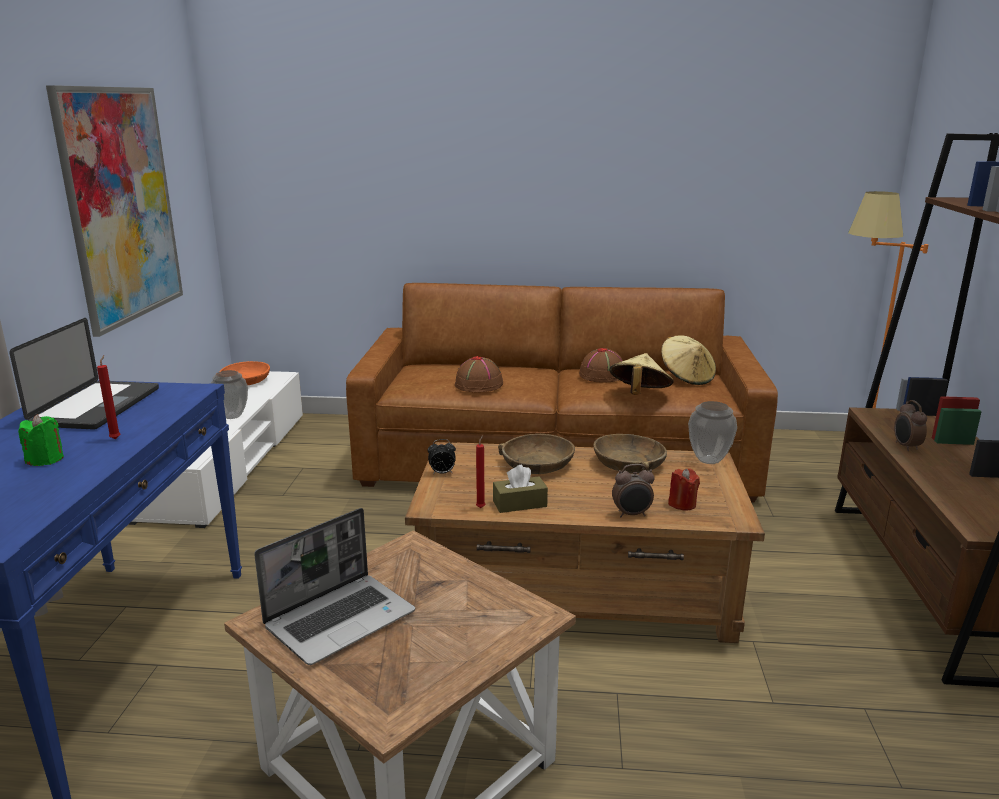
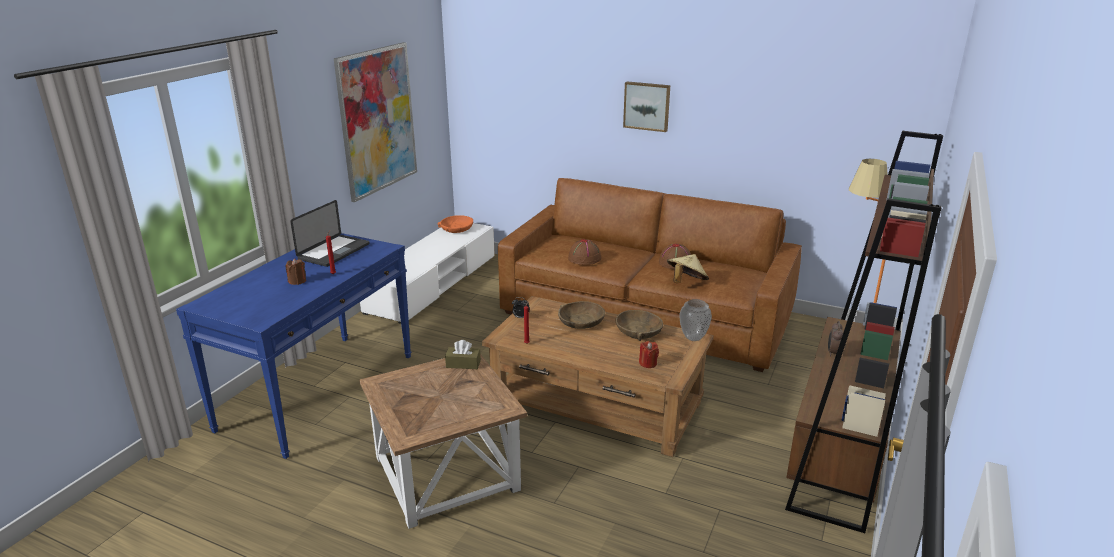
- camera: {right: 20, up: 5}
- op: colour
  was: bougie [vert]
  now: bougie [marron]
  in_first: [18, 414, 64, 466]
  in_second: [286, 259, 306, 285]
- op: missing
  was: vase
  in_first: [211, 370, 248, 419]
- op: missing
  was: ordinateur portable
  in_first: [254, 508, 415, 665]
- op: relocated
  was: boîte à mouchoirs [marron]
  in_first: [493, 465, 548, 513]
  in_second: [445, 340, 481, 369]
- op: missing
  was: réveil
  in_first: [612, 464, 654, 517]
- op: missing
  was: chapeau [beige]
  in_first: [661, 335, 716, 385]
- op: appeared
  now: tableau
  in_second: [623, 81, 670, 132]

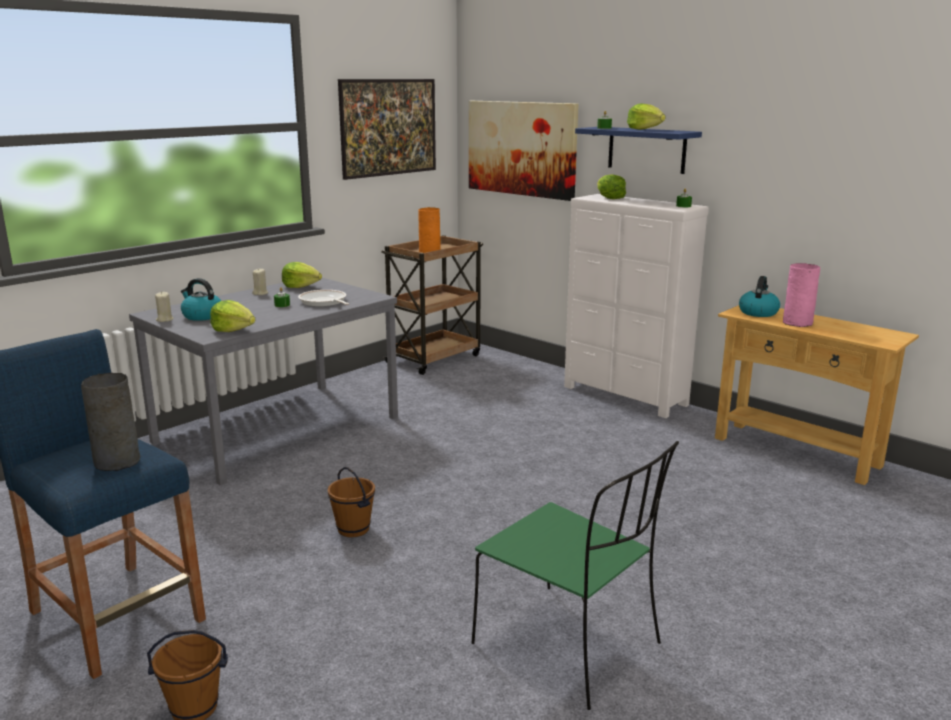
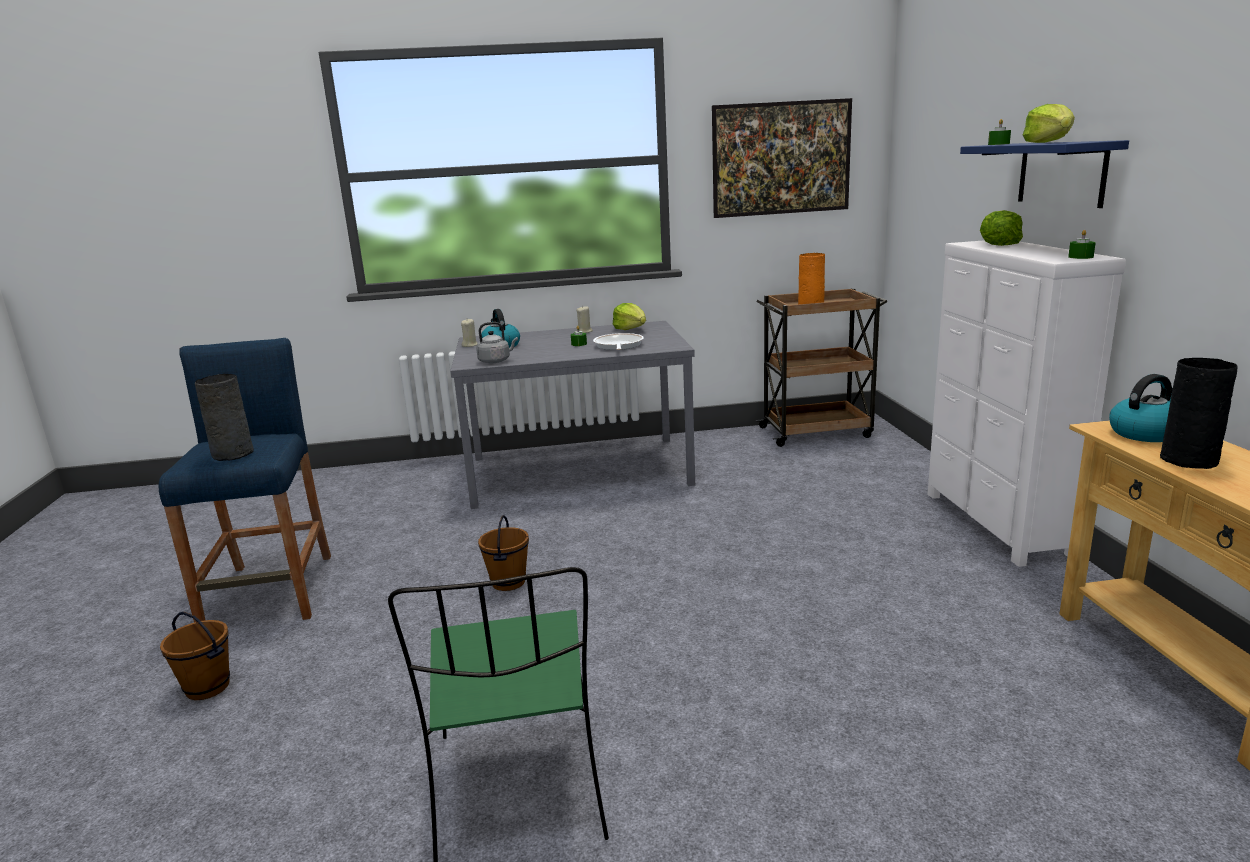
- camera: {right: 40, up: 0}
- op: exchanged
  was: laitue
  now: bouilloire [gris]
  in_first: [210, 300, 255, 332]
  in_second: [476, 322, 518, 363]
- op: missing
  was: tableau
  in_first: [469, 101, 579, 201]
- op: colour
  was: vase [rose]
  now: vase [noir]
  in_first: [783, 263, 820, 327]
  in_second: [1160, 358, 1237, 469]

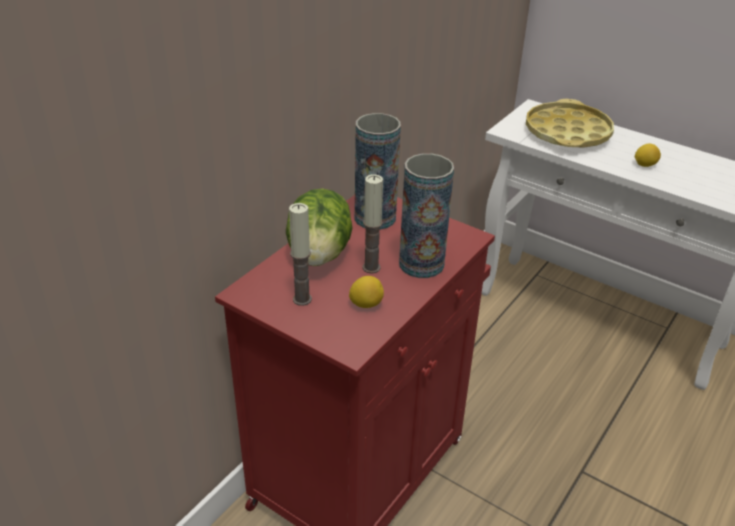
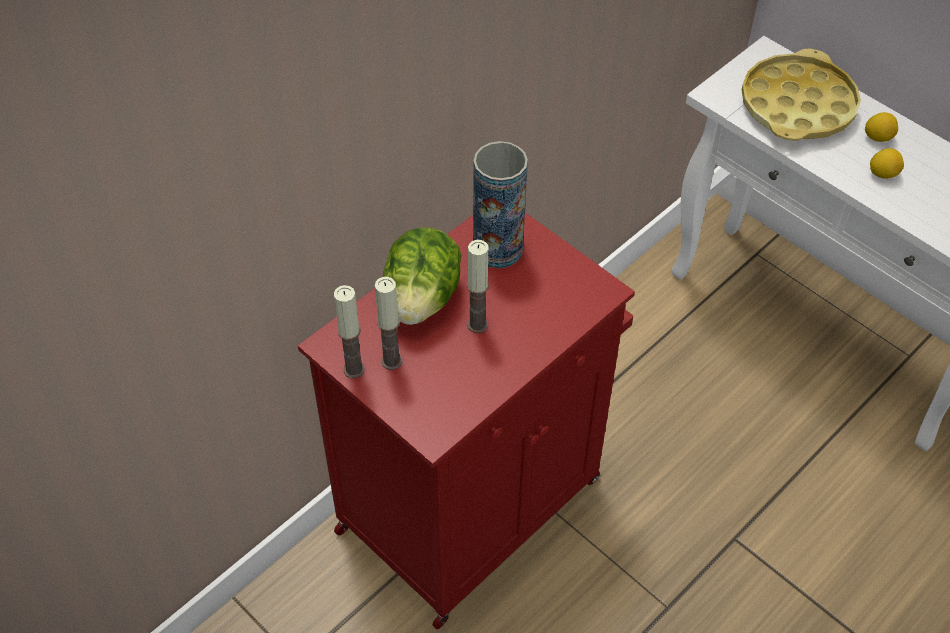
- camera: {right: 10, up: 15}
- op: relocated
  was: citron
  in_first: [349, 276, 384, 308]
  in_second: [865, 112, 898, 142]
- op: missing
  was: vase
  in_first: [399, 153, 454, 278]
- op: appeared
  now: bougie
  in_second: [334, 285, 365, 378]

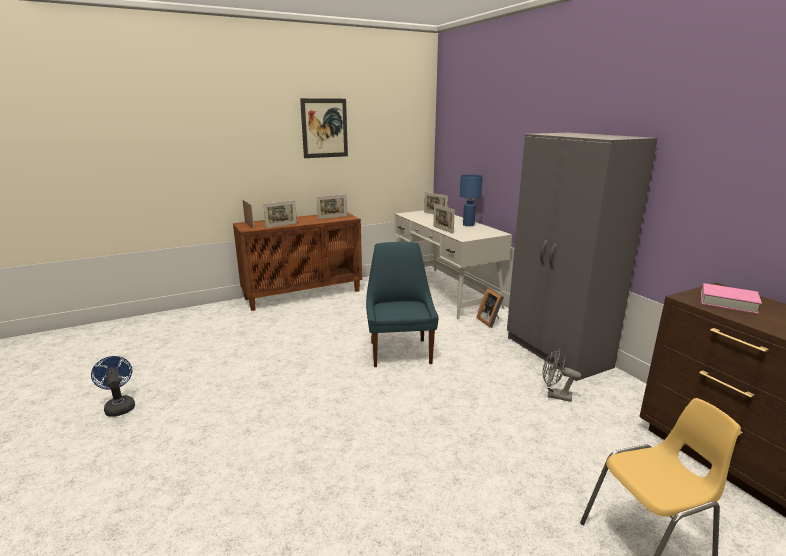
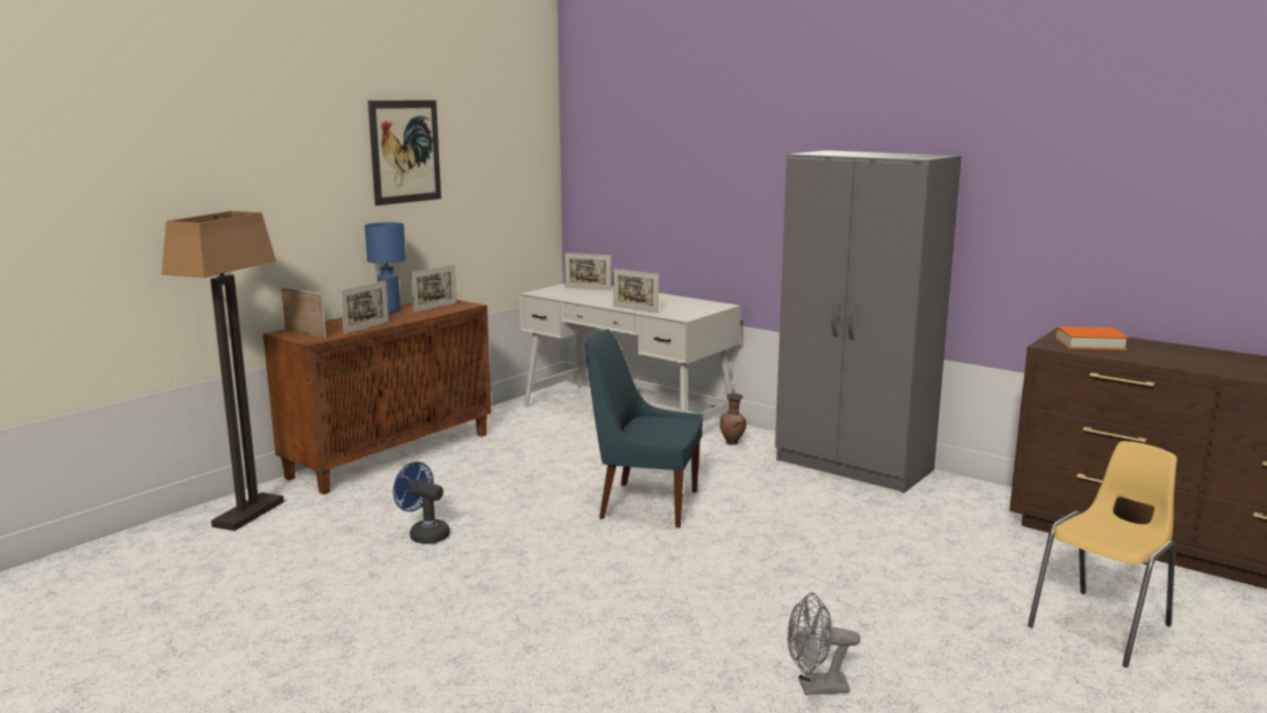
- camera: {right: -25, up: -5}
- op: relocated
  was: ventilateur [bleu]
  in_first: [91, 356, 135, 417]
  in_second: [393, 462, 450, 544]
- op: spun
  was: chaise [bleu]
  in_first: [366, 242, 439, 367]
  in_second: [585, 329, 703, 528]
  clockwise: -45
- op: relocated
  was: lampe de table [bleu]
  in_first: [460, 174, 483, 226]
  in_second: [365, 222, 406, 313]
- op: exchanged
  was: cadre photo
  now: vase [marron]
  in_first: [477, 288, 504, 328]
  in_second: [720, 393, 746, 445]
- op: relocated
  was: ventilateur [gris]
  in_first: [543, 349, 581, 402]
  in_second: [787, 593, 860, 695]
- op: colour
  was: livre [rose]
  now: livre [orange]
  in_first: [701, 283, 762, 314]
  in_second: [1056, 326, 1129, 350]
- op: appeared
  now: lampadaire
  in_second: [162, 211, 284, 531]

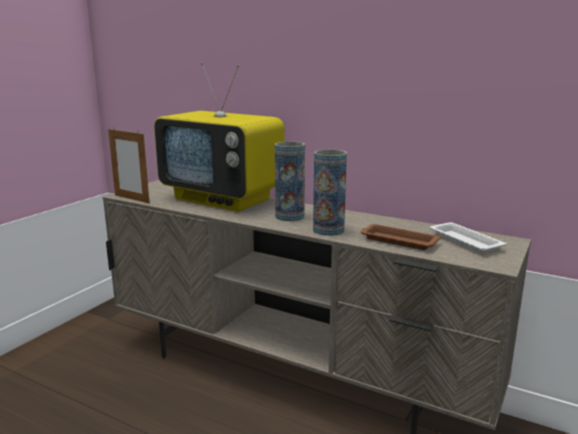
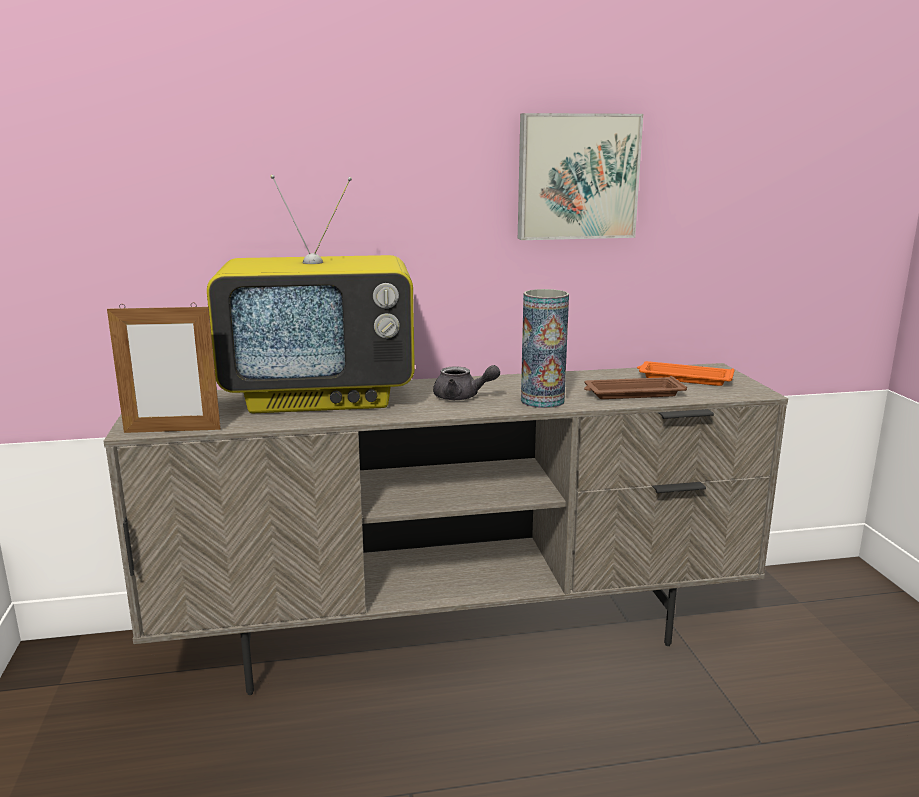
- camera: {right: -40, up: 0}
- op: exchanged
  was: vase
  now: théière [gris]
  in_first: [275, 142, 305, 221]
  in_second: [433, 365, 500, 400]
- op: colour
  was: plateau [blanc]
  now: plateau [orange]
  in_first: [430, 222, 507, 253]
  in_second: [637, 361, 734, 386]
- op: appeared
  now: tableau
  in_second: [518, 113, 643, 240]

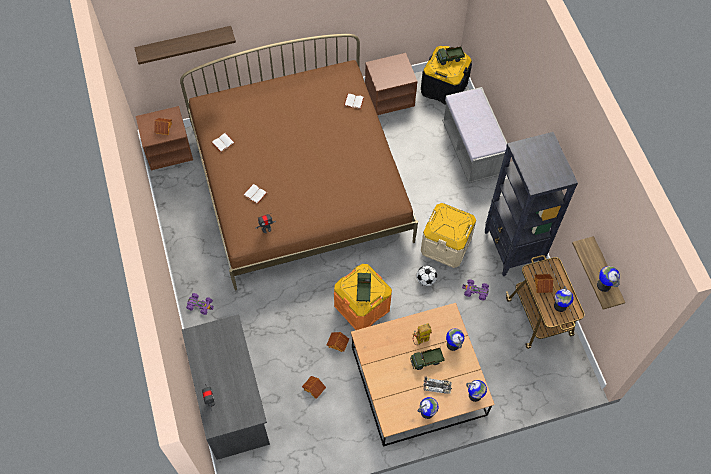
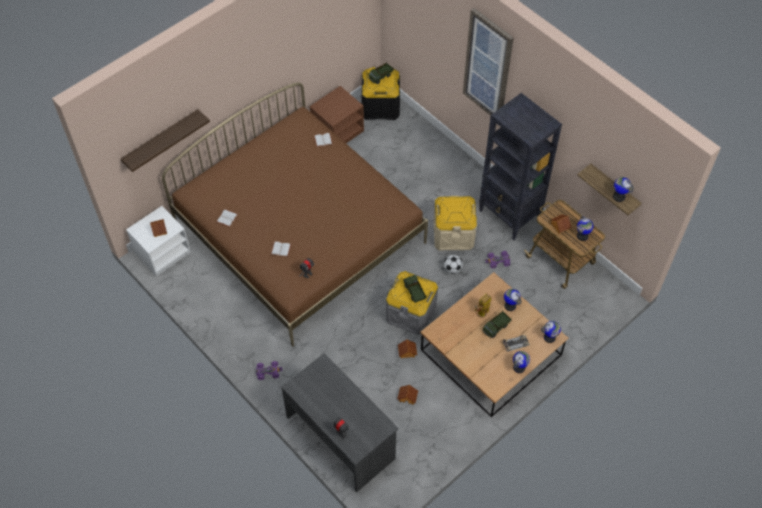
- camera: {right: -25, up: -5}
- op: colour
  was: table de chevet [marron]
  now: table de chevet [blanc]
  in_first: [136, 106, 193, 171]
  in_second: [126, 206, 191, 276]
- op: colour
  was: boîte de rangement [orange]
  now: boîte de rangement [gris]
  in_first: [334, 264, 392, 330]
  in_second: [386, 271, 438, 335]
- op: missing
  was: banc [gris]
  in_first: [442, 87, 507, 183]
- op: appeared
  now: tableau
  in_second: [463, 8, 514, 115]

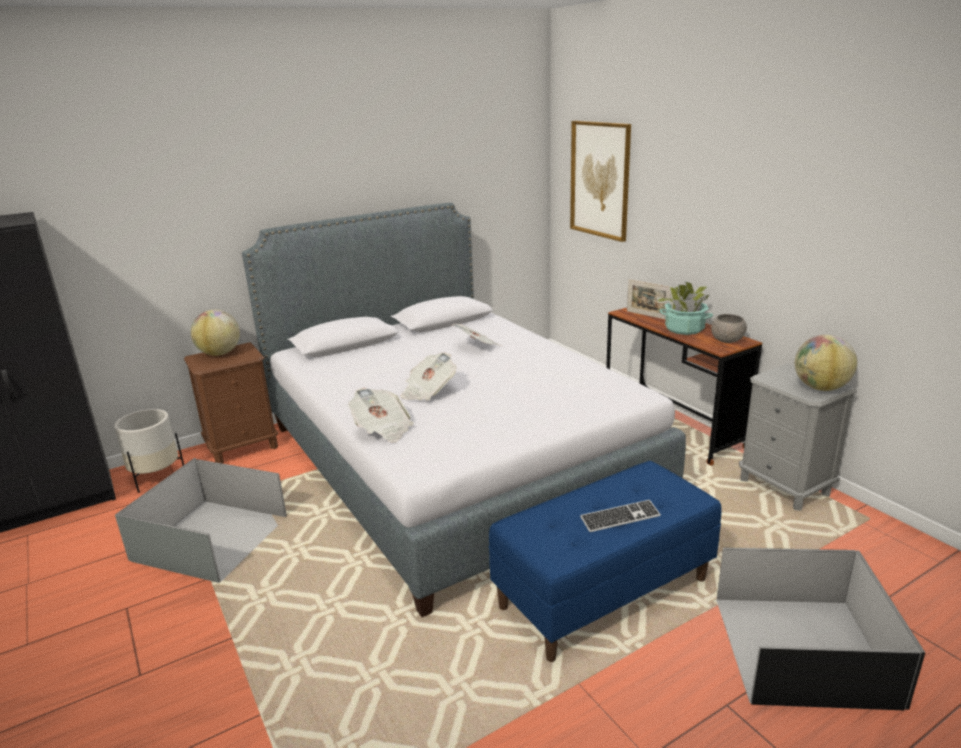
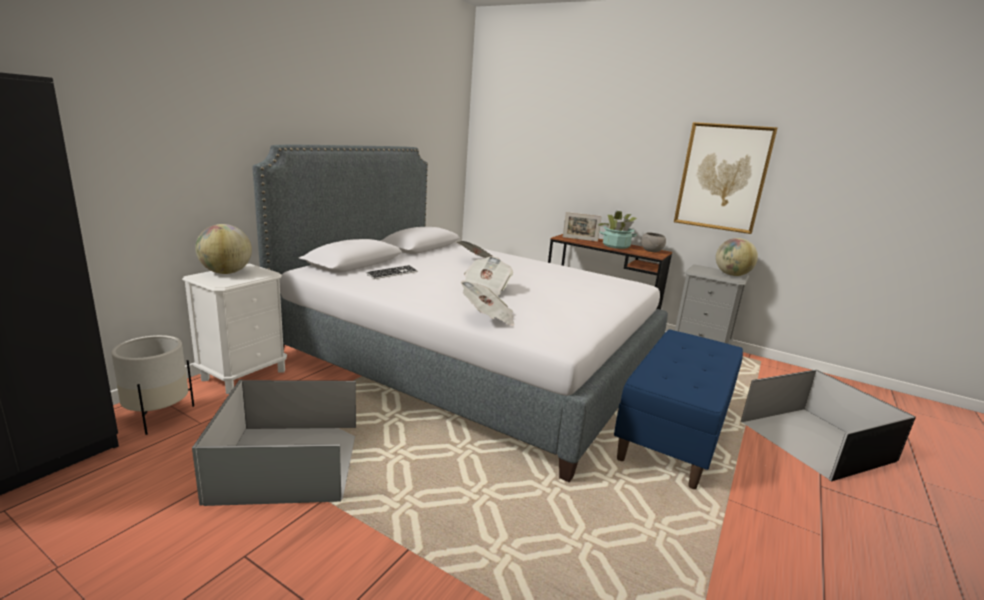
- camera: {right: -30, up: -5}
- op: colour
  was: table de chevet [marron]
  now: table de chevet [blanc]
  in_first: [184, 342, 278, 464]
  in_second: [182, 264, 287, 394]
- op: relocated
  was: tableau
  in_first: [570, 121, 631, 242]
  in_second: [674, 122, 778, 234]
- op: relocated
  was: clavier
  in_first: [580, 500, 661, 532]
  in_second: [366, 265, 418, 279]

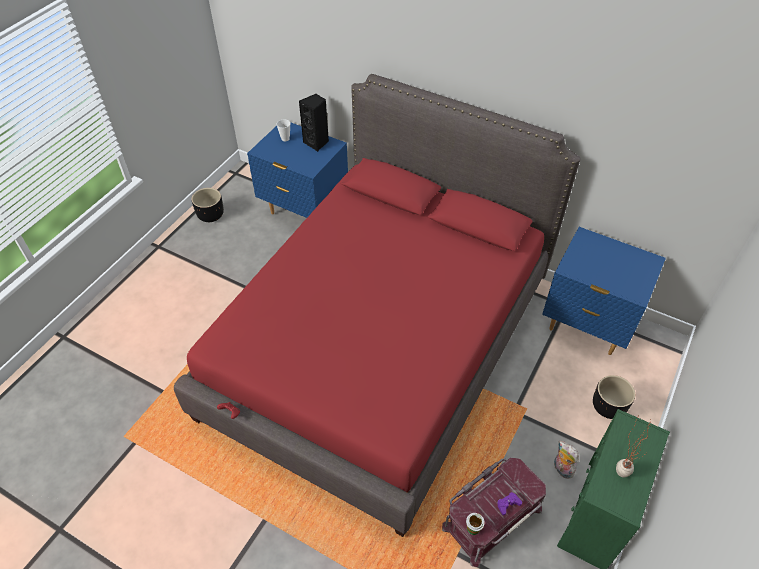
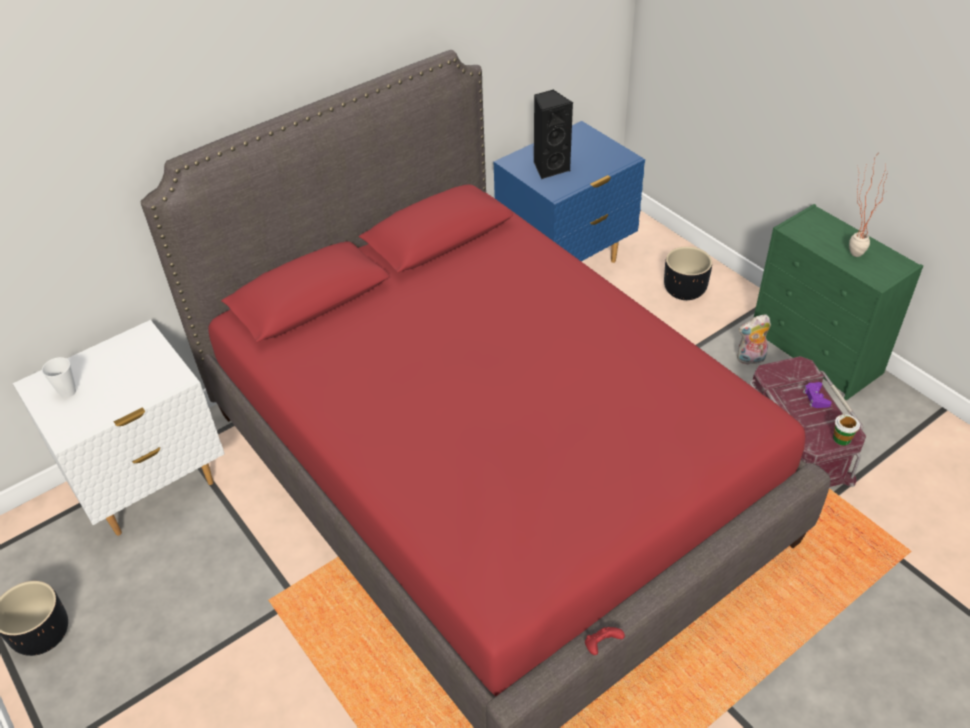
- camera: {right: -65, up: -5}
- op: colour
  was: table de chevet [bleu]
  now: table de chevet [blanc]
  in_first: [247, 122, 348, 218]
  in_second: [13, 320, 225, 536]
- op: relocated
  was: enceinte [noir]
  in_first: [299, 94, 329, 151]
  in_second: [534, 90, 573, 179]

